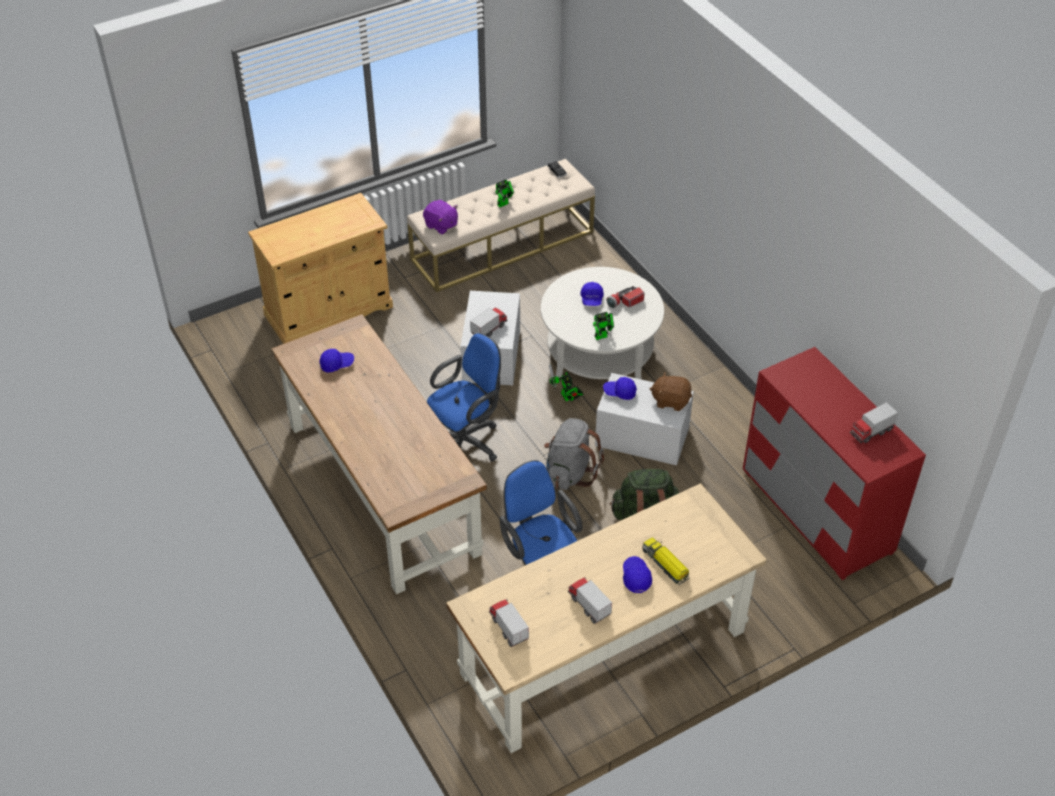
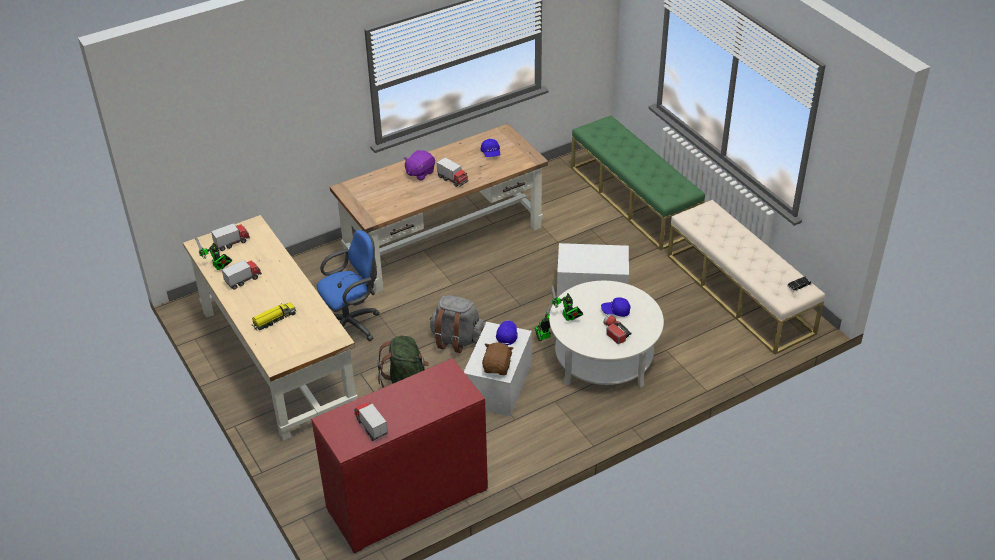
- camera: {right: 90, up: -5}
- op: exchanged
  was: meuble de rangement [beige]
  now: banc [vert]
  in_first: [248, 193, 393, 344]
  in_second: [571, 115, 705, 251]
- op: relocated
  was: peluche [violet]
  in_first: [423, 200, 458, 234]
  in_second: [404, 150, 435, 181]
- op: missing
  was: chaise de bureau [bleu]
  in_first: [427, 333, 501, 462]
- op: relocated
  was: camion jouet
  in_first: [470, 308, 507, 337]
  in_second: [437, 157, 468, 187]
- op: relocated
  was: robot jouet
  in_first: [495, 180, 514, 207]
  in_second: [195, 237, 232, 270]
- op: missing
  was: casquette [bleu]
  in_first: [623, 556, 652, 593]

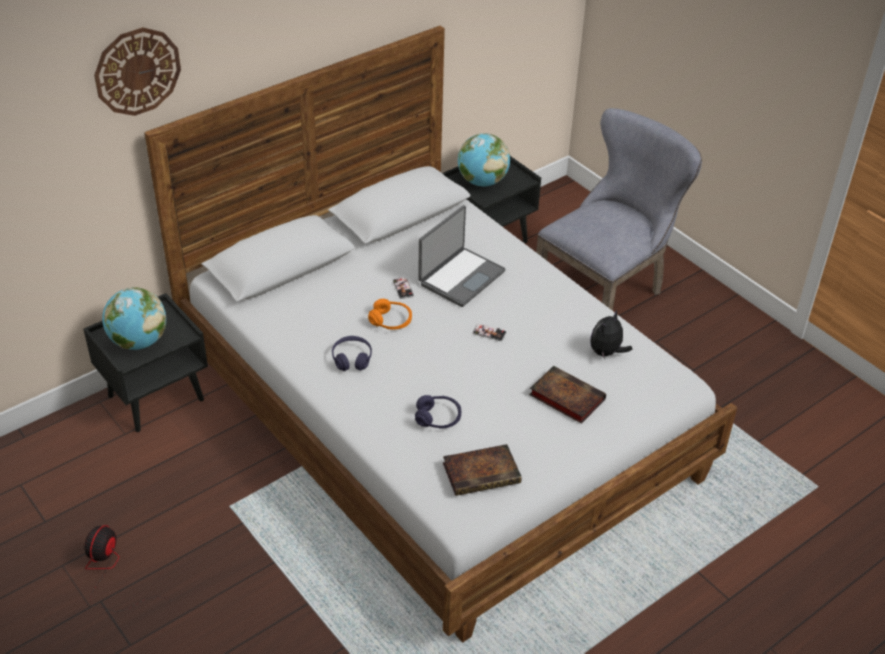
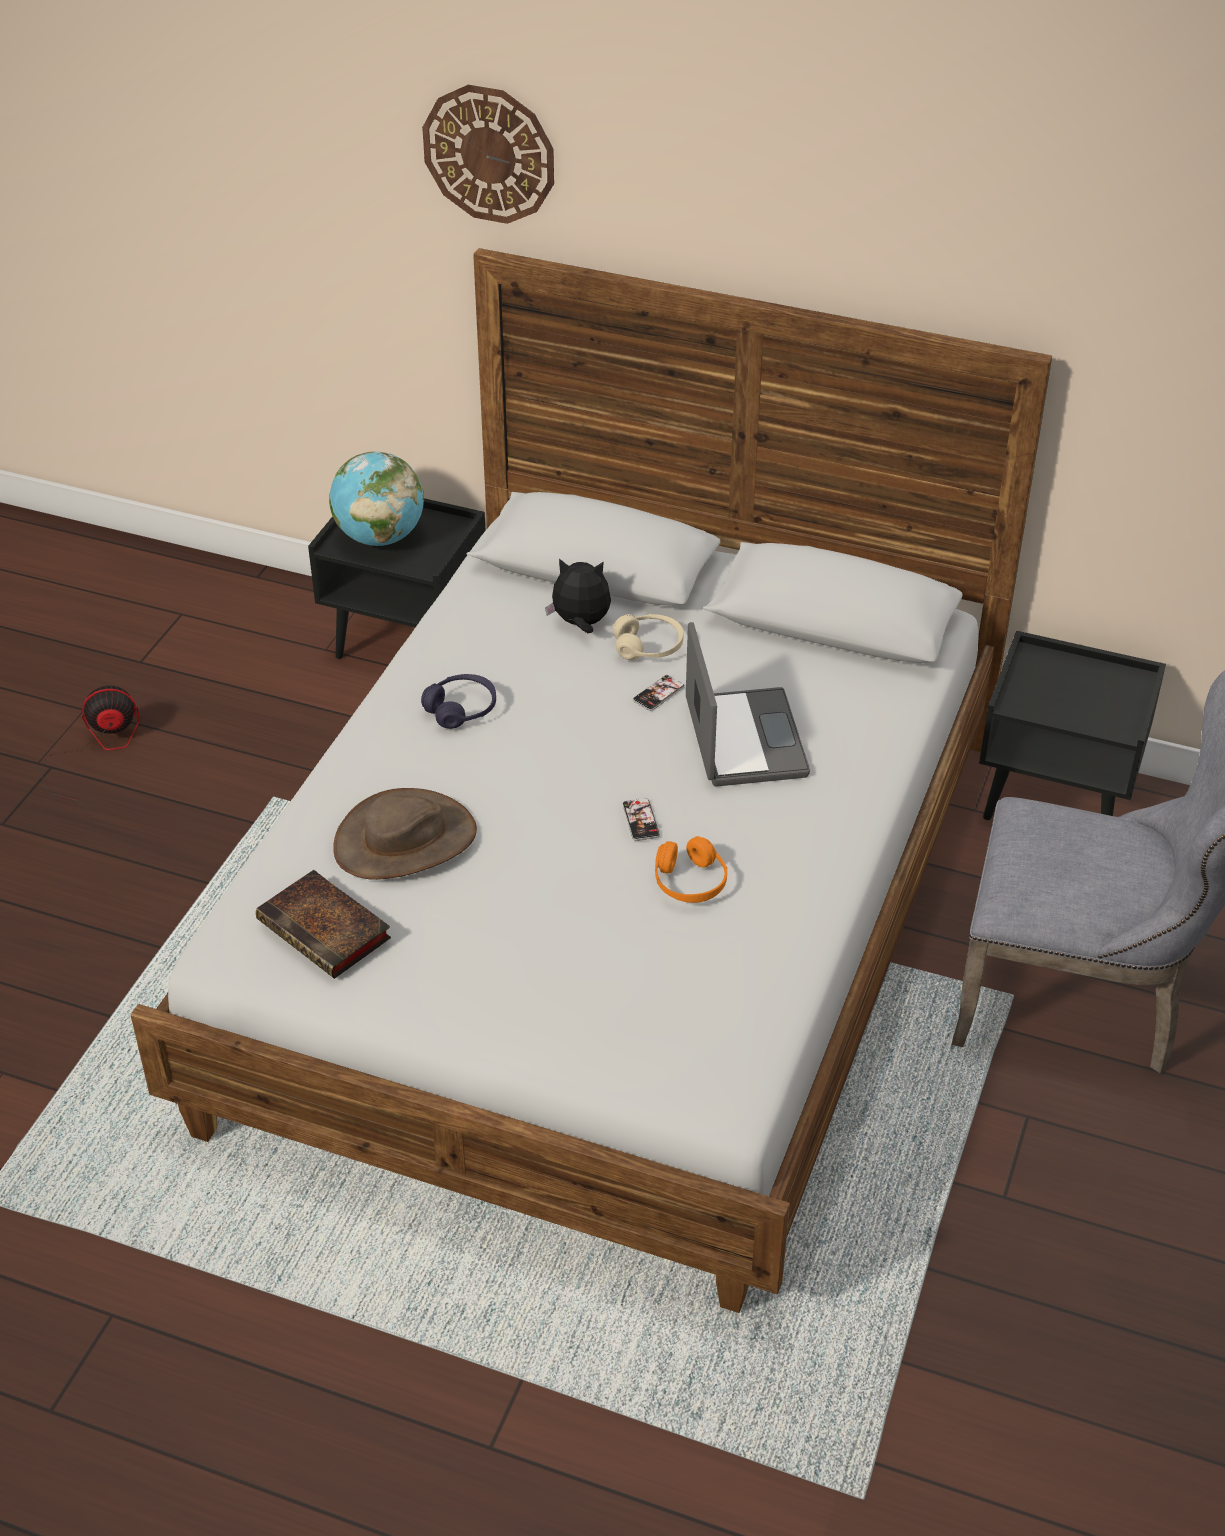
- camera: {right: 60, up: 0}
- op: relocated
  was: casque audio [orange]
  in_first: [368, 299, 412, 330]
  in_second: [655, 836, 727, 903]
- op: exchanged
  was: casque audio [violet]
  now: chapeau [marron]
  in_first: [415, 395, 461, 429]
  in_second: [333, 788, 477, 880]
- op: spun
  was: ordinateur portable
  in_first: [418, 205, 506, 307]
  in_second: [686, 622, 810, 787]
  clockwise: -105
- op: missing
  was: globe
  in_first: [458, 133, 510, 186]
- op: missing
  was: livre
  in_first: [529, 366, 606, 424]
- op: relocated
  was: peluche
  in_first: [590, 309, 632, 360]
  in_second: [545, 558, 611, 633]
- op: appeared
  now: casque audio [beige]
  in_second: [613, 614, 683, 660]

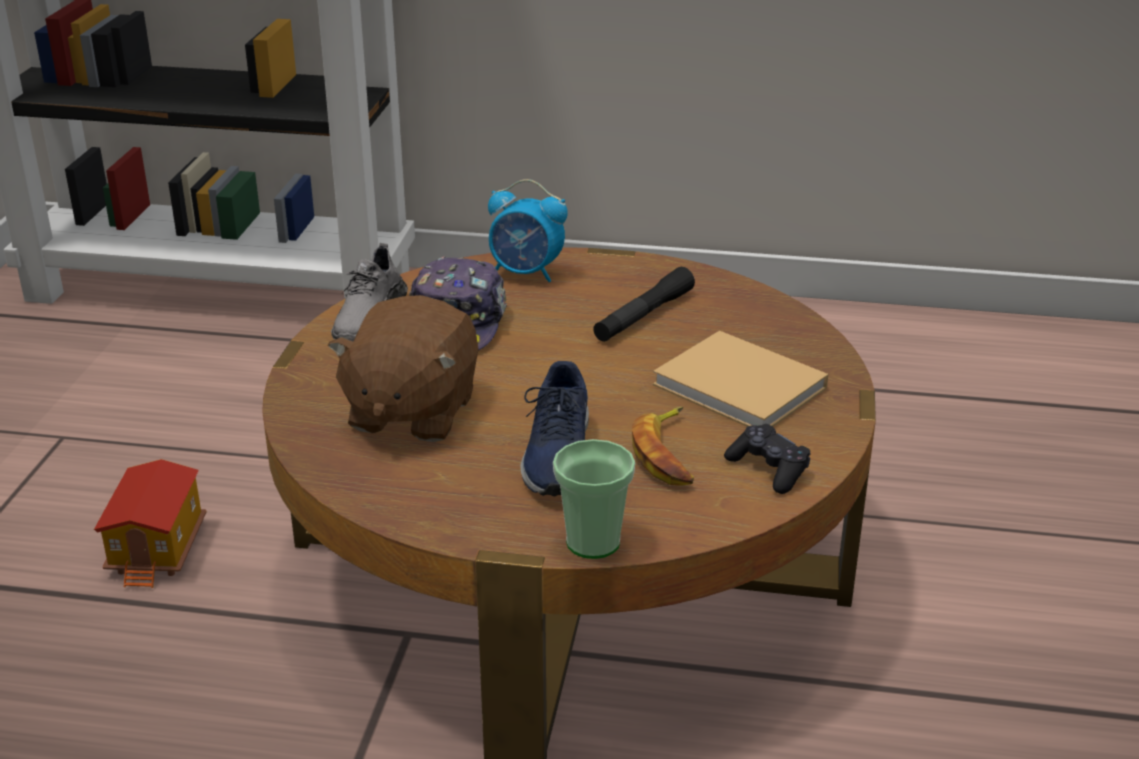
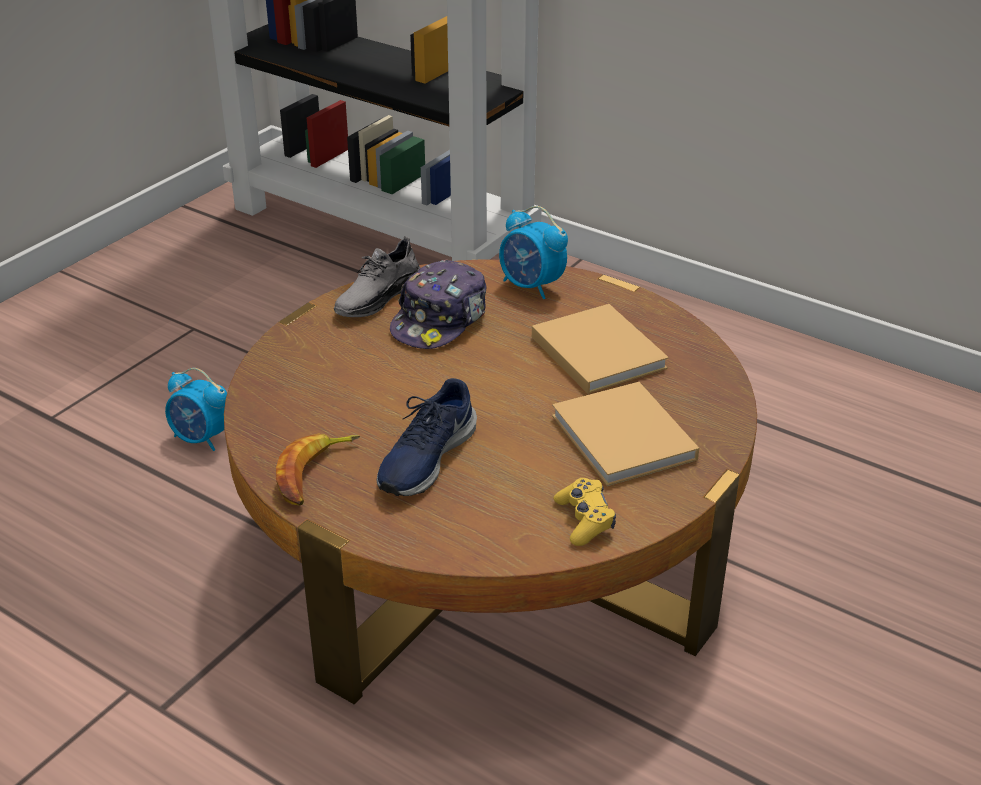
- camera: {right: 25, up: 5}
- op: exchanged
  was: maison miniature
  now: réveil
  in_first: [94, 459, 206, 588]
  in_second: [165, 368, 227, 451]
- op: missing
  was: peluche [marron]
  in_first: [327, 295, 479, 442]
- op: missing
  was: tasse
  in_first: [553, 439, 635, 559]
- op: exchanged
  was: lampe de poche [noir]
  now: livre [beige]
  in_first: [593, 267, 695, 342]
  in_second: [532, 304, 669, 394]
- op: relocated
  was: banane
  in_first: [632, 406, 694, 486]
  in_second: [276, 433, 360, 505]
- op: colour
  was: manette [noir]
  now: manette [jaune]
  in_first: [724, 424, 811, 494]
  in_second: [554, 478, 616, 546]

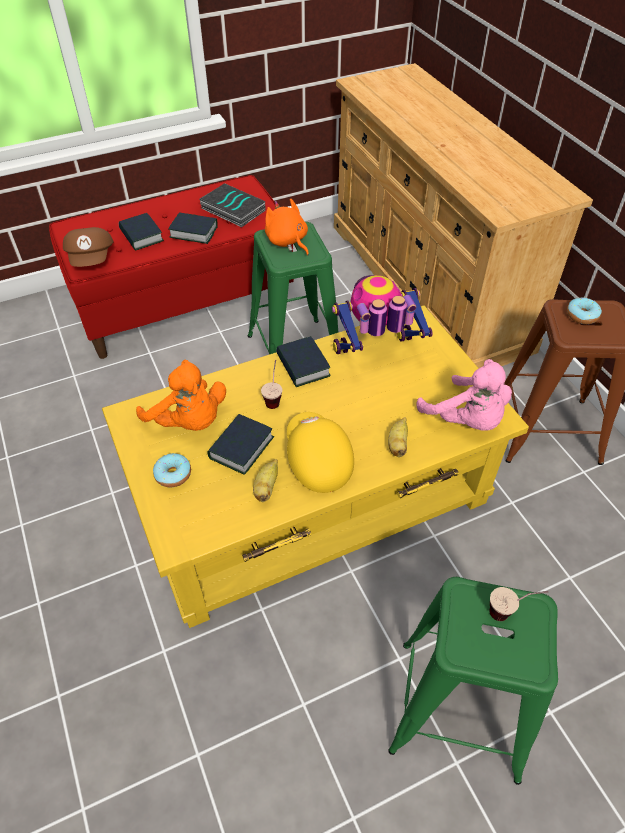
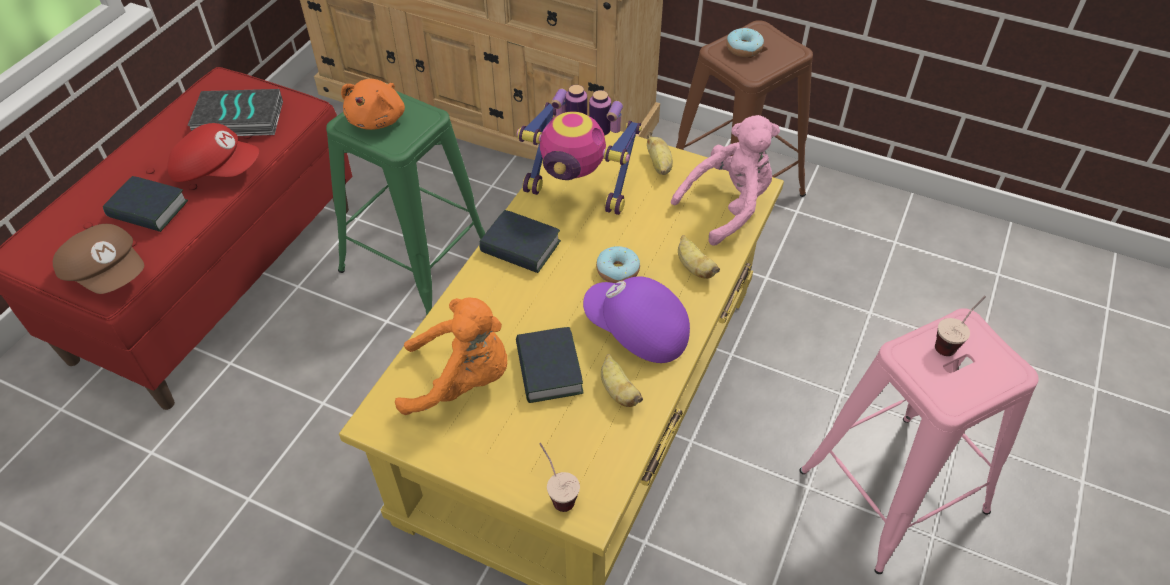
- camera: {right: -40, up: 0}
- op: relocated
  was: beignet
  in_first: [153, 453, 191, 487]
  in_second: [596, 246, 640, 283]
- op: exchanged
  was: livre
  now: casquette [rouge]
  in_first: [168, 212, 218, 244]
  in_second: [167, 123, 259, 182]
- op: relocated
  was: tasse
  in_first: [261, 360, 282, 409]
  in_second: [539, 443, 580, 512]
- op: spun
  was: peluche [orange]
  in_first: [265, 199, 309, 256]
  in_second: [341, 79, 405, 130]
  clockwise: -90
- op: colour
  was: casquette [jaune]
  now: casquette [violet]
  in_first: [287, 412, 354, 493]
  in_second: [583, 276, 690, 363]
- op: spun
  was: robot jouet
  in_first: [332, 275, 433, 354]
  in_second: [517, 85, 642, 215]
  clockwise: -105
- op: colour
  was: tabouret [vert]
  now: tabouret [rose]
  in_first: [388, 577, 558, 785]
  in_second: [799, 308, 1039, 574]
- op: spun
  was: peluche [rose]
  in_first: [416, 359, 512, 431]
  in_second: [671, 115, 780, 246]
  clockwise: -45
- op: appeared
  now: banane
  in_second: [647, 132, 673, 175]

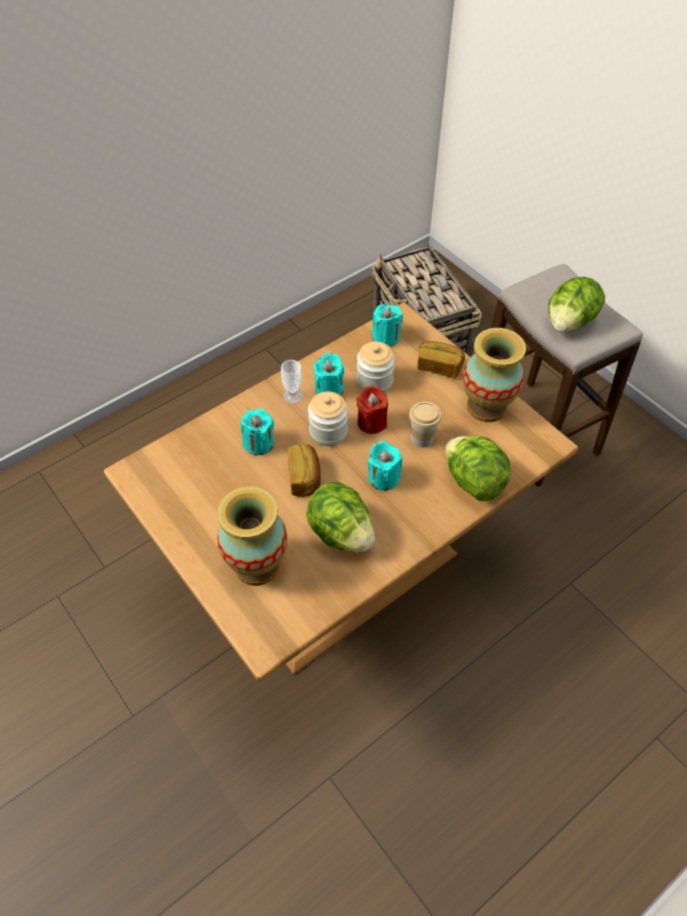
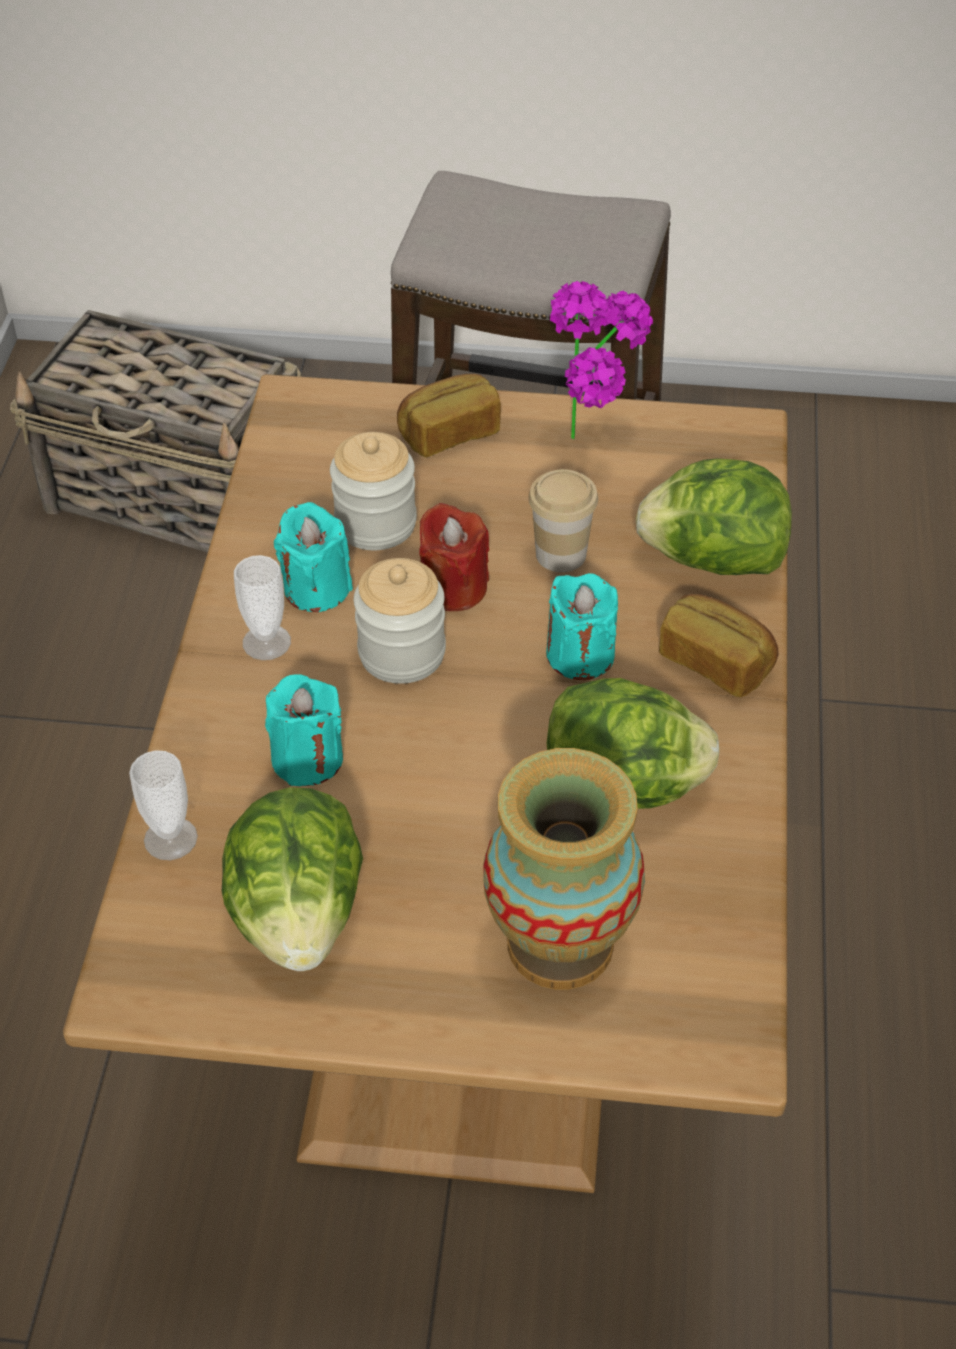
- camera: {right: -45, up: -5}
- op: relocated
  was: pain
  in_first: [287, 444, 321, 497]
  in_second: [659, 594, 778, 697]
- op: missing
  was: bougie [turquoise]
  in_first: [372, 304, 403, 347]
- op: exchanged
  was: vase
  now: plante en pot
  in_first: [463, 328, 526, 422]
  in_second: [550, 281, 653, 439]
- op: relocated
  was: laitue
  in_first: [548, 277, 605, 333]
  in_second: [222, 787, 363, 971]
- op: appeared
  now: tasse
  in_second: [129, 750, 198, 860]

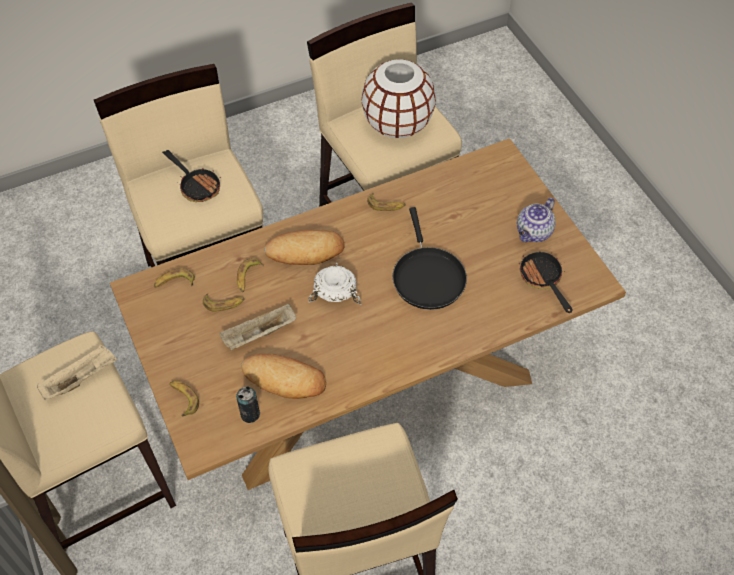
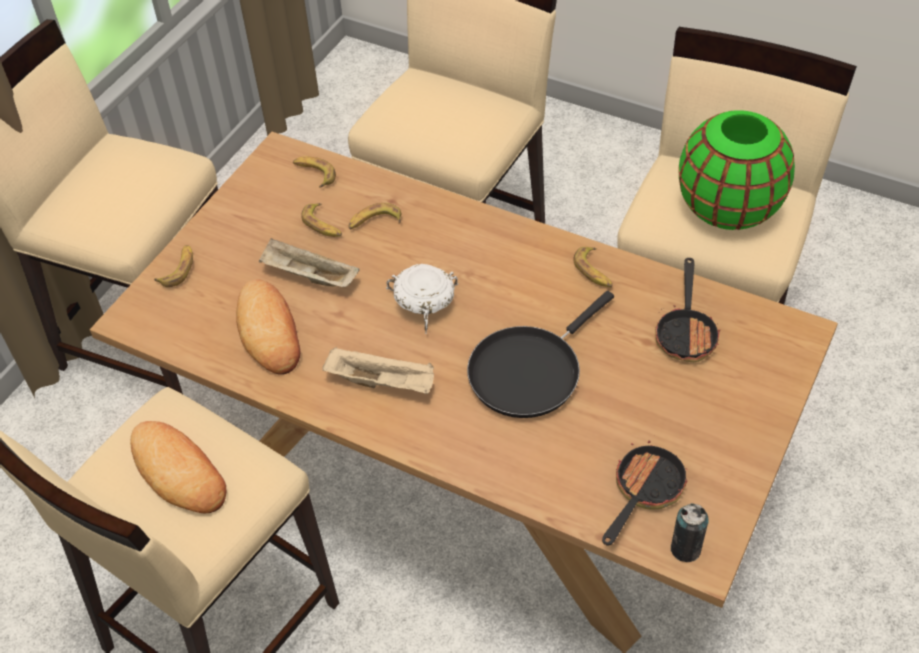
- camera: {right: 55, up: -5}
- op: relocated
  was: plateau [beige]
  in_first: [37, 345, 117, 401]
  in_second: [322, 347, 434, 394]
- op: relocated
  was: poêle
  in_first: [162, 150, 221, 202]
  in_second: [655, 258, 720, 362]
- op: relocated
  was: boîte métallique
  in_first: [236, 386, 260, 423]
  in_second: [671, 503, 709, 562]
- op: relocated
  was: pain
  in_first: [264, 230, 345, 265]
  in_second: [130, 421, 226, 513]
- op: colour
  was: vase [blanc]
  now: vase [vert]
  in_first: [362, 59, 436, 138]
  in_second: [678, 110, 795, 230]
- op: missing
  was: théière
  in_first: [517, 197, 556, 242]

